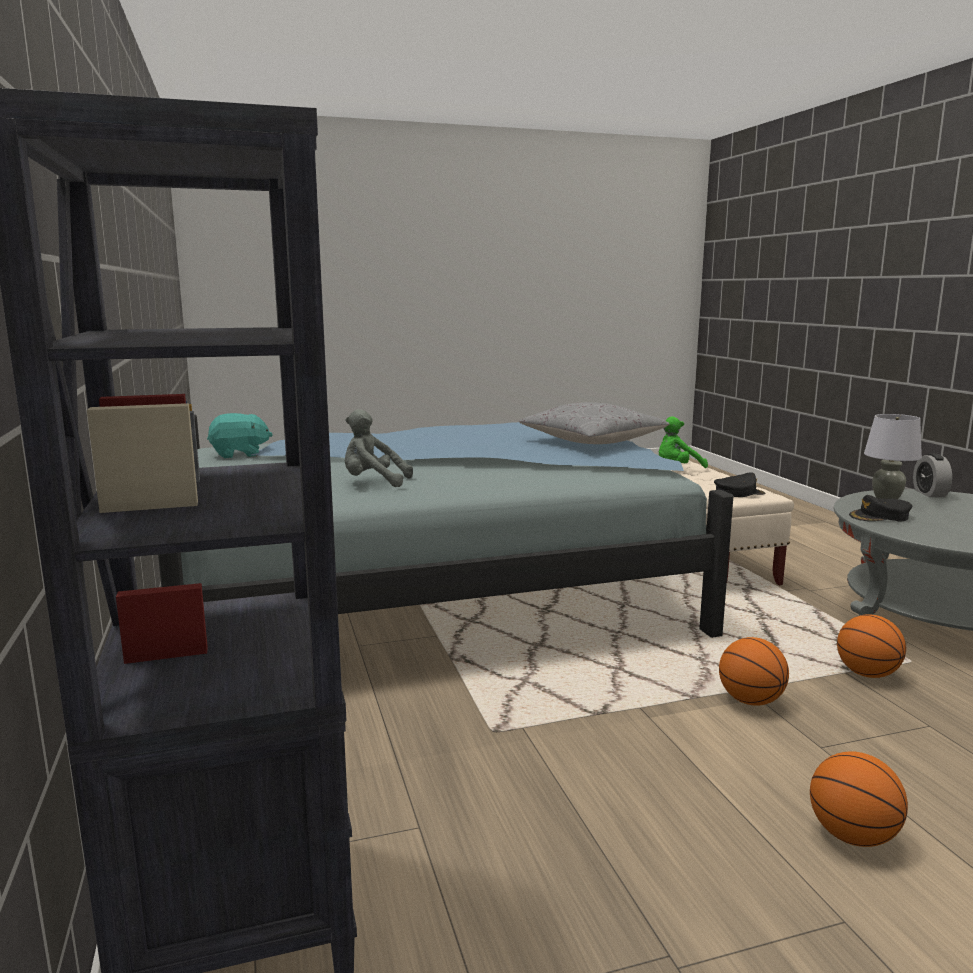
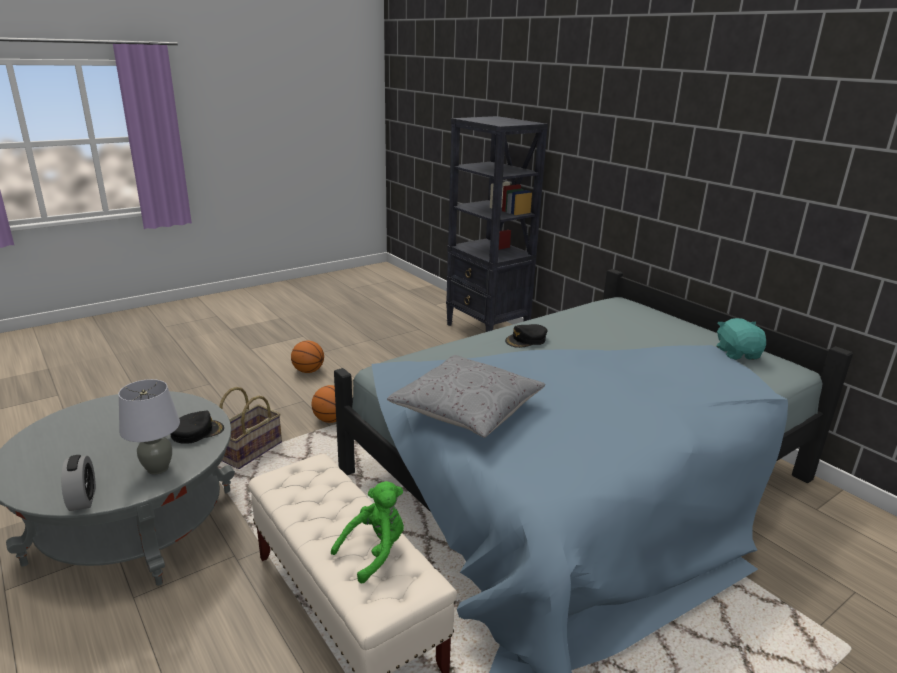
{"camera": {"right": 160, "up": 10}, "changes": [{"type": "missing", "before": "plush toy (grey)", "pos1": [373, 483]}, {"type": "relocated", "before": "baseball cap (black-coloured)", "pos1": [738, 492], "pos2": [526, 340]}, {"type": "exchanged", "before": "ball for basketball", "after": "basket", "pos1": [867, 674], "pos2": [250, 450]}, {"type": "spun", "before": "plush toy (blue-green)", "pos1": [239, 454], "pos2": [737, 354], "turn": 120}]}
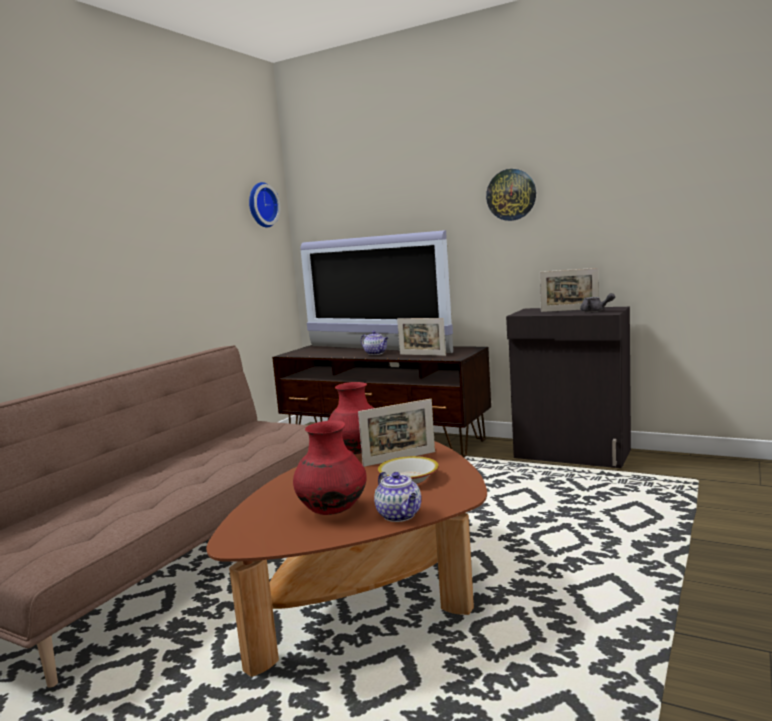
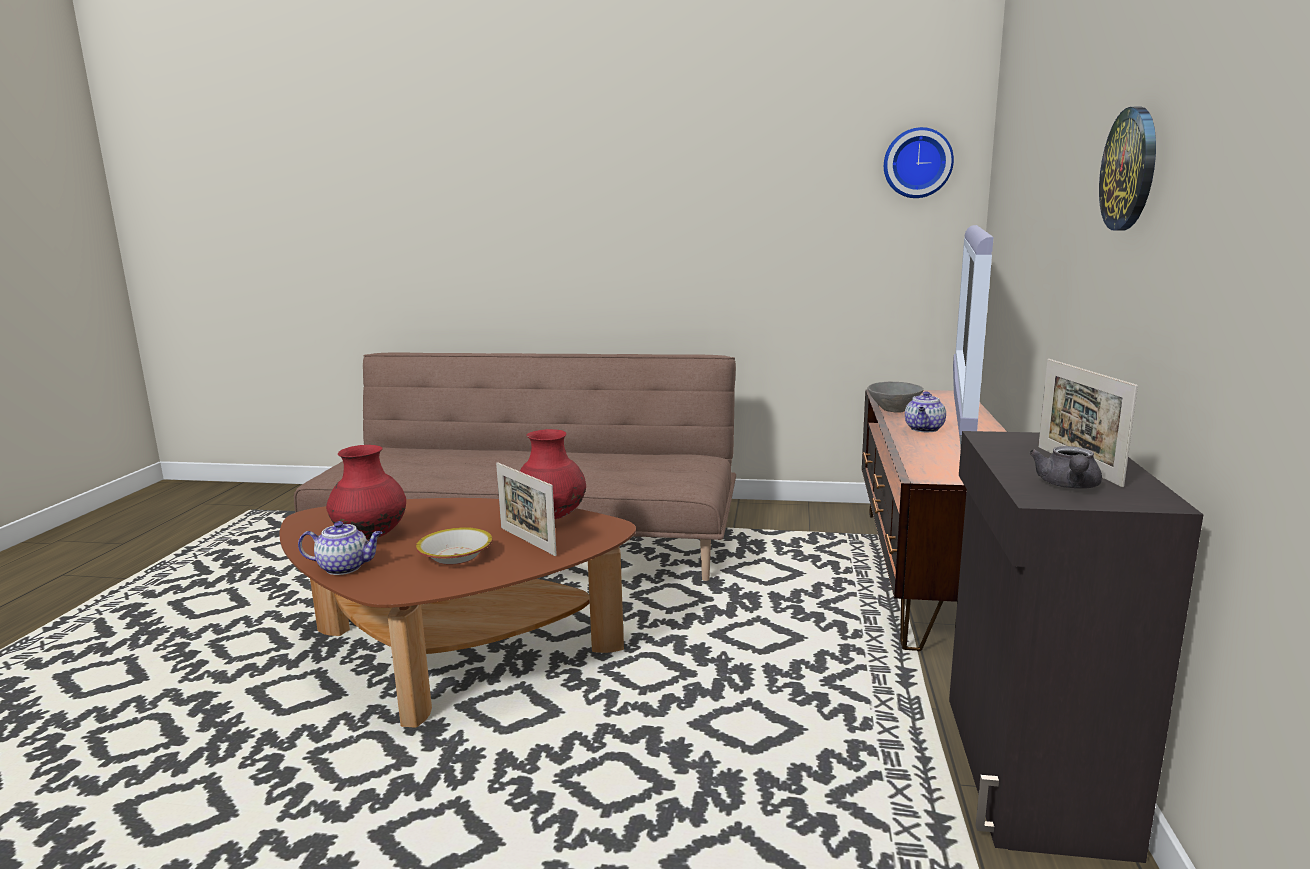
{"camera": {"right": 70, "up": 5}, "changes": [{"type": "missing", "before": "photo frame", "pos1": [422, 355]}, {"type": "appeared", "after": "bowl (grey)", "pos2": [893, 410]}, {"type": "spun", "before": "pot for tea", "pos1": [400, 515], "pos2": [345, 567], "turn": -135}]}
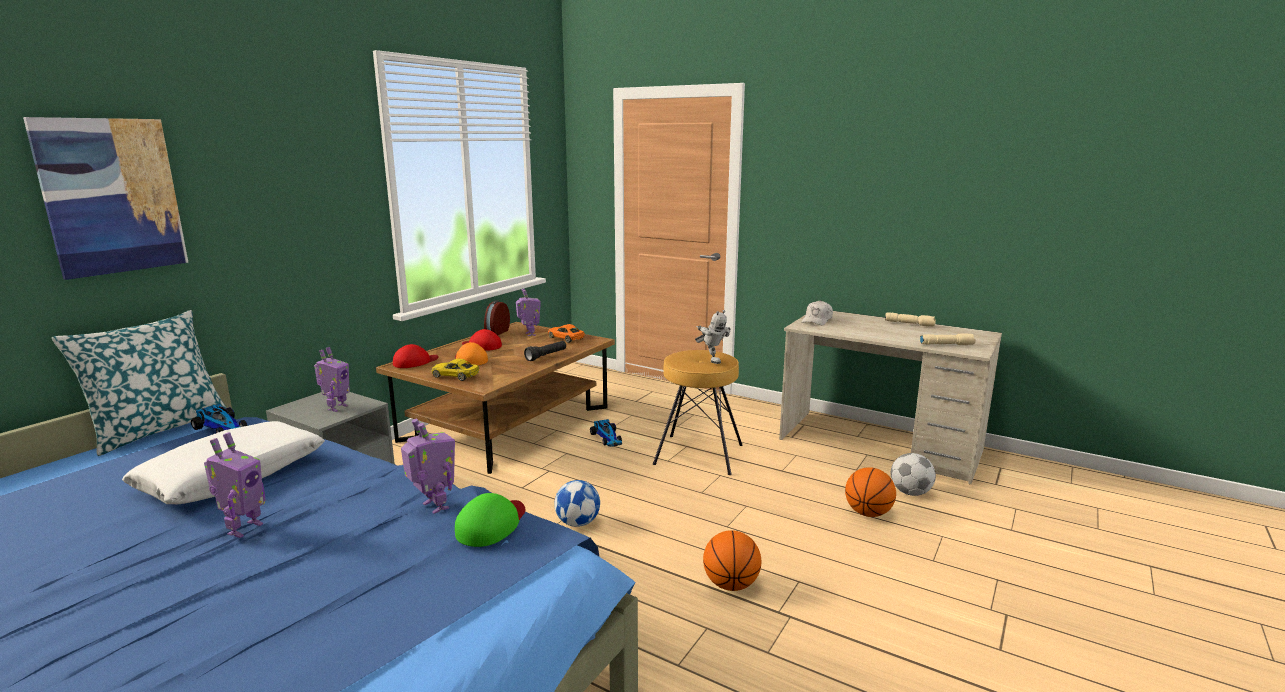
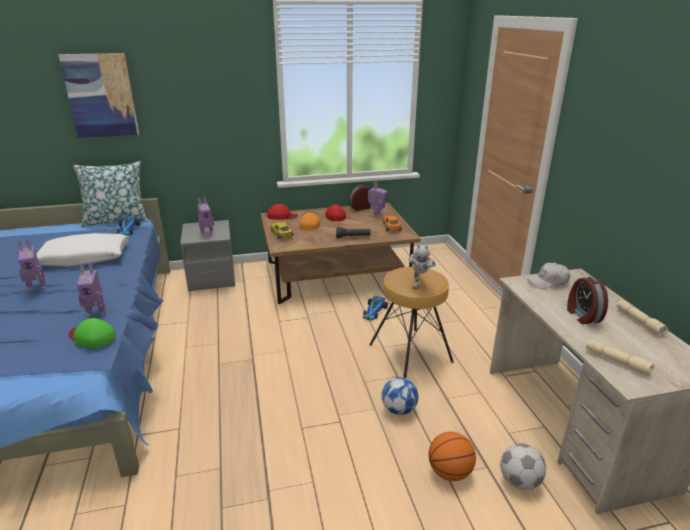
{"camera": {"right": 45, "up": 10}, "changes": [{"type": "missing", "before": "ball for basketball", "pos1": [731, 584]}, {"type": "appeared", "after": "table clock", "pos2": [582, 316]}, {"type": "relocated", "before": "football", "pos1": [578, 523], "pos2": [399, 410]}, {"type": "spun", "before": "model robot", "pos1": [434, 506], "pos2": [97, 313], "turn": 75}, {"type": "spun", "before": "baseball cap (green)", "pos1": [492, 524], "pos2": [91, 337], "turn": -135}]}
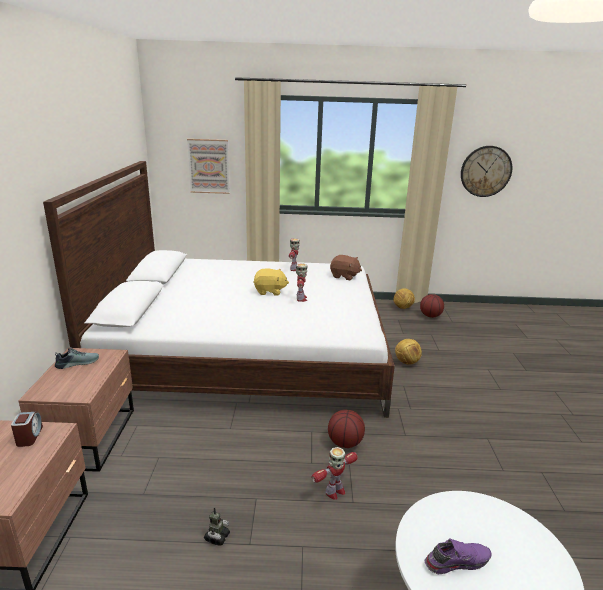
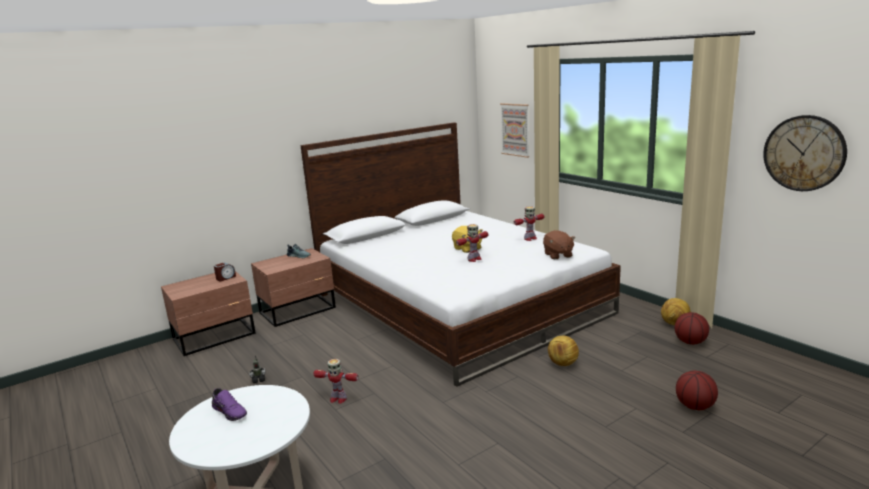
{"camera": {"right": 55, "up": -5}, "changes": [{"type": "relocated", "before": "ball for basketball", "pos1": [345, 443], "pos2": [695, 406]}]}
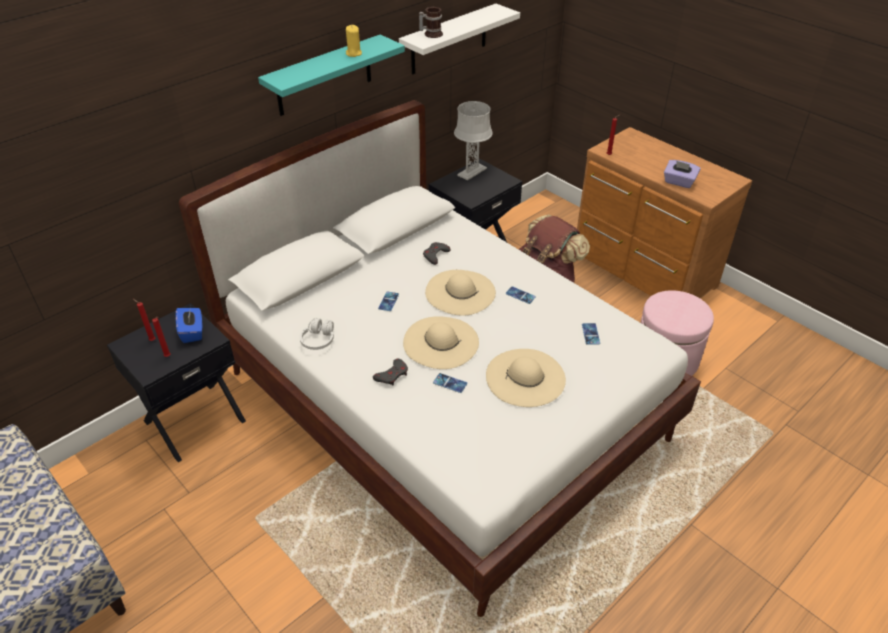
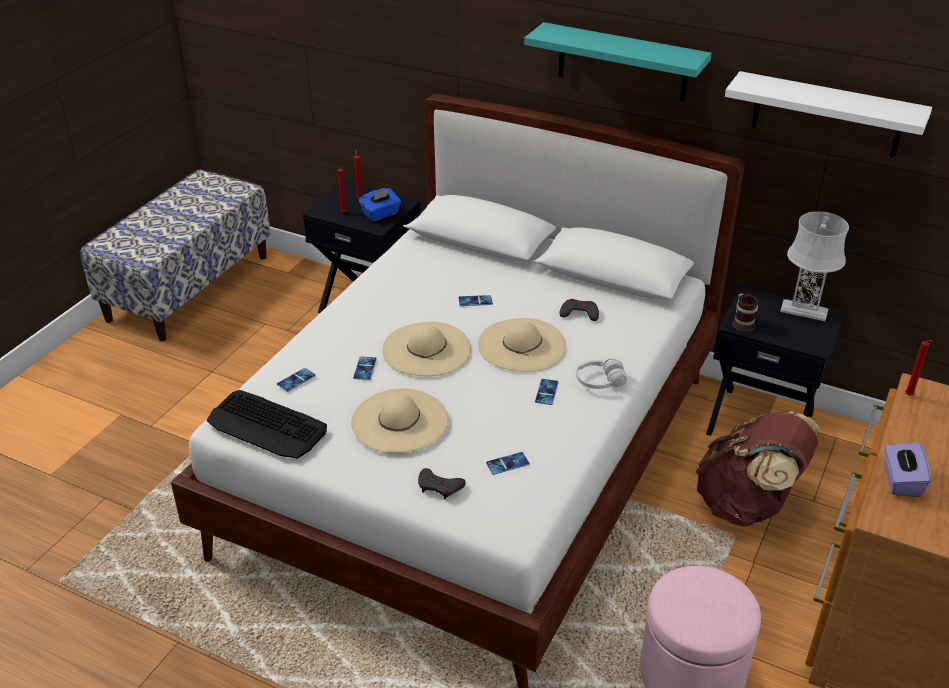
{"camera": {"right": 70, "up": -5}, "changes": [{"type": "missing", "before": "wax light (yellow-coloured)", "pos1": [353, 53]}, {"type": "appeared", "after": "keyboard", "pos2": [267, 426]}, {"type": "appeared", "after": "phone", "pos2": [296, 380]}, {"type": "relocated", "before": "pair of headphones (white)", "pos1": [318, 340], "pos2": [600, 381]}, {"type": "relocated", "before": "game controller (grey)", "pos1": [392, 375], "pos2": [439, 487]}, {"type": "relocated", "before": "mug", "pos1": [431, 33], "pos2": [743, 323]}]}
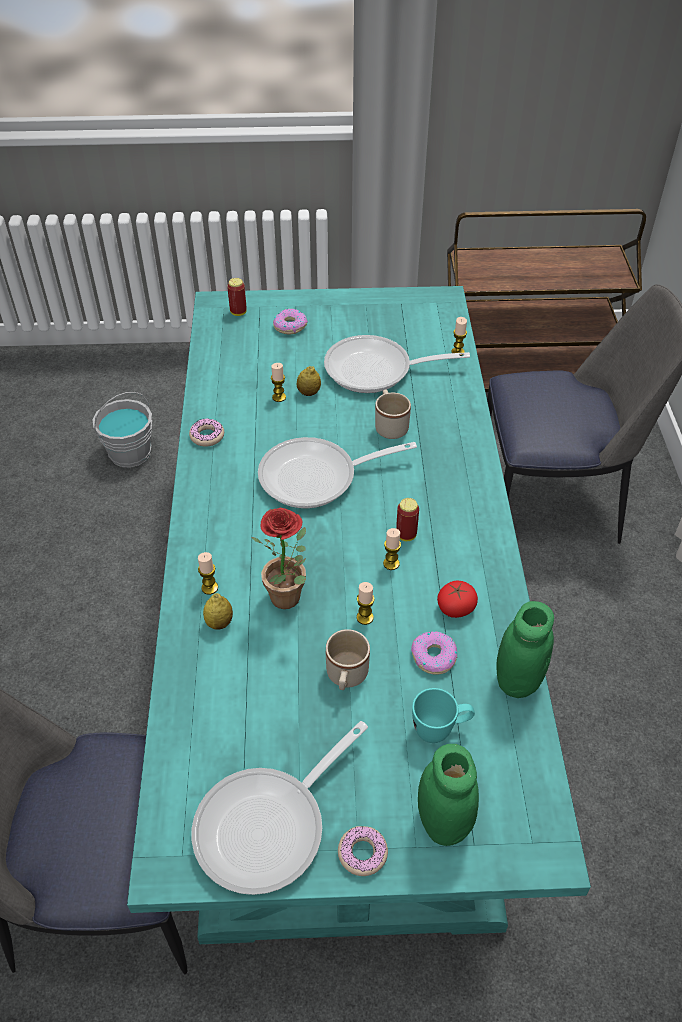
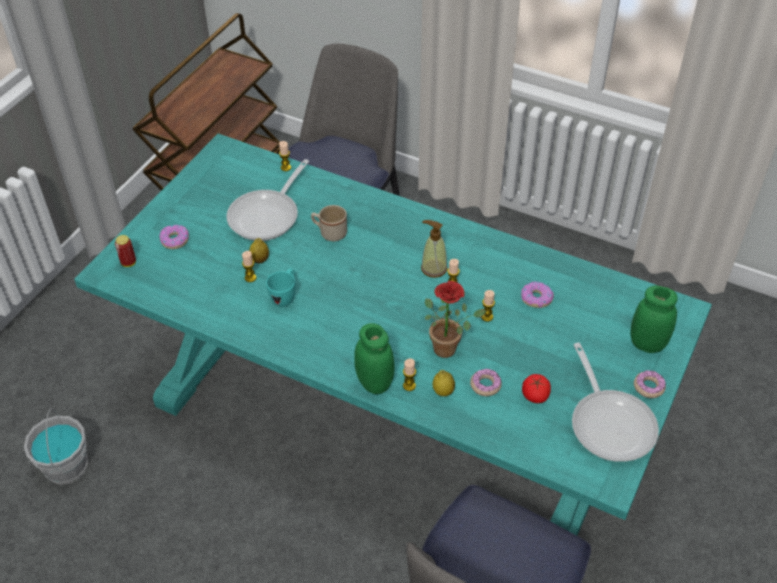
{"camera": {"right": -60, "up": 0}, "changes": [{"type": "missing", "before": "frying pan", "pos1": [317, 478]}, {"type": "missing", "before": "mug (beige-coloured)", "pos1": [346, 677]}, {"type": "relocated", "before": "ring doughnut", "pos1": [207, 436], "pos2": [485, 385]}, {"type": "relocated", "before": "mug (blue-green)", "pos1": [440, 729], "pos2": [285, 297]}, {"type": "relocated", "before": "whole tomato", "pos1": [455, 607], "pos2": [535, 395]}, {"type": "relocated", "before": "preserve jar (green)", "pos1": [517, 680], "pos2": [374, 383]}, {"type": "exchanged", "before": "can", "after": "soap bottle", "pos1": [406, 535], "pos2": [433, 268]}]}
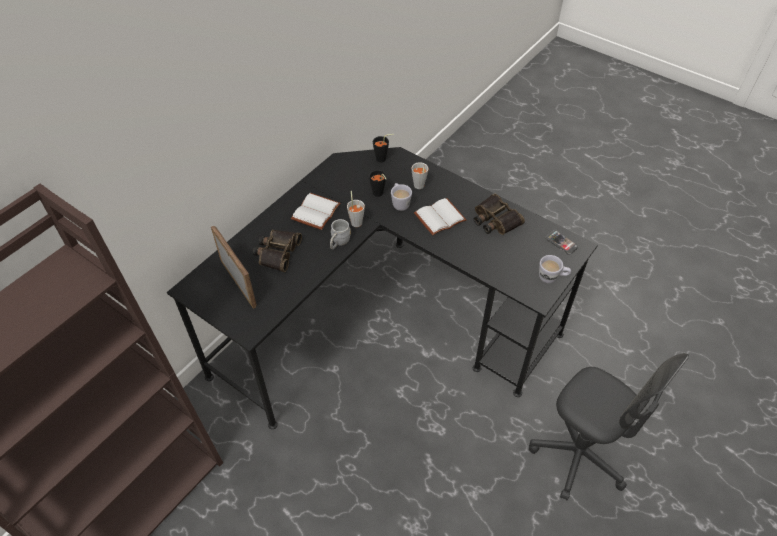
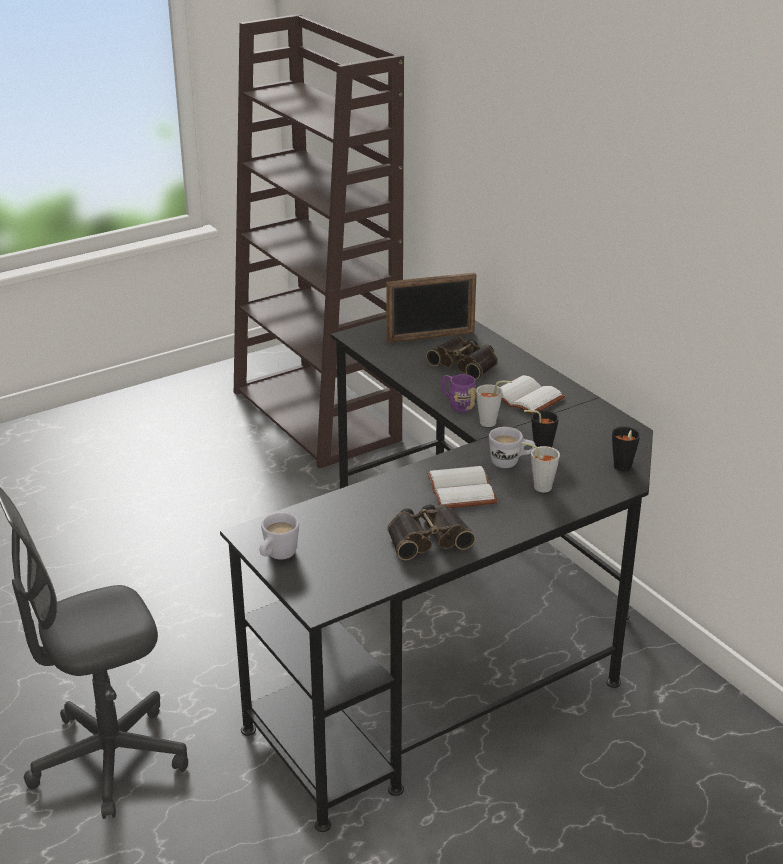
{"camera": {"right": 110, "up": -20}, "changes": [{"type": "missing", "before": "phone", "pos1": [561, 242]}, {"type": "colour", "before": "mug (grey)", "after": "mug (purplish)", "pos1": [339, 243], "pos2": [457, 404]}]}
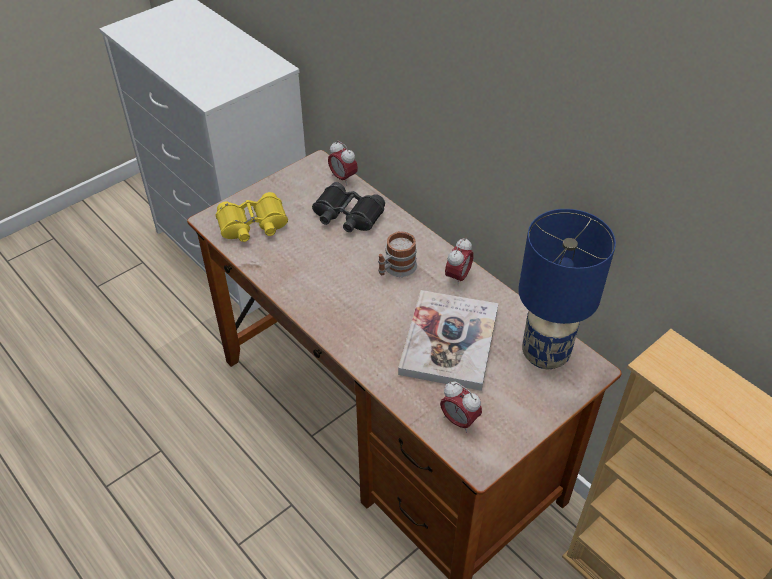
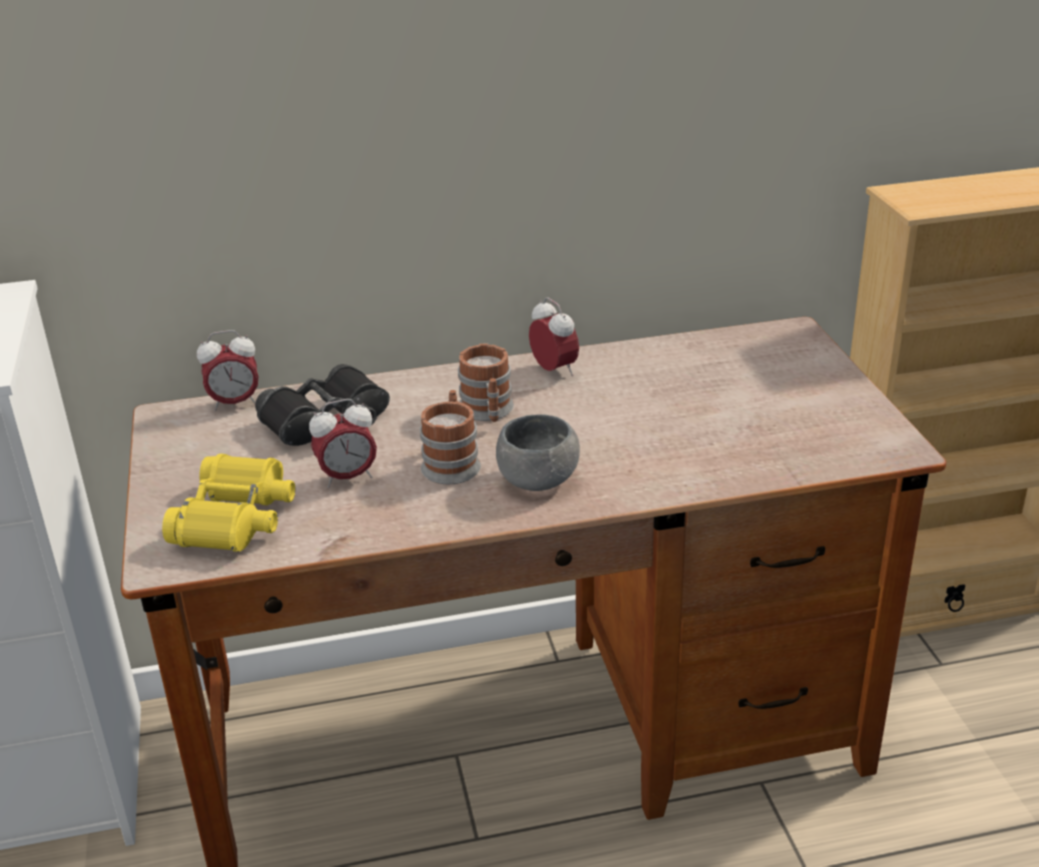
{"camera": {"right": -60, "up": -15}, "changes": [{"type": "missing", "before": "book", "pos1": [449, 341]}, {"type": "missing", "before": "table lamp (blue-coloured)", "pos1": [546, 354]}, {"type": "appeared", "after": "mug", "pos2": [452, 462]}, {"type": "appeared", "after": "bowl (grey)", "pos2": [537, 480]}, {"type": "relocated", "before": "table clock", "pos1": [459, 421], "pos2": [347, 477]}]}
